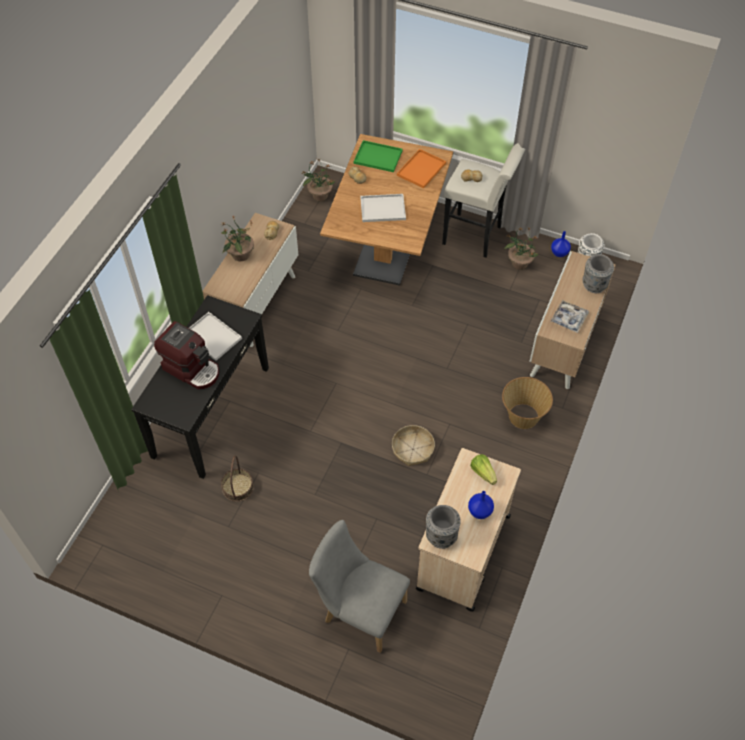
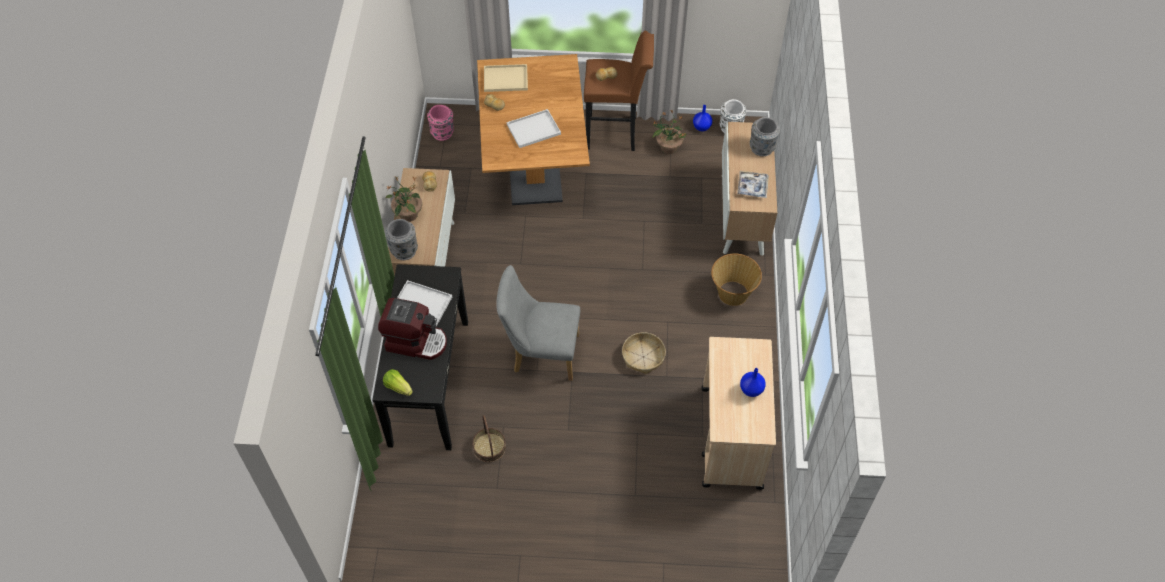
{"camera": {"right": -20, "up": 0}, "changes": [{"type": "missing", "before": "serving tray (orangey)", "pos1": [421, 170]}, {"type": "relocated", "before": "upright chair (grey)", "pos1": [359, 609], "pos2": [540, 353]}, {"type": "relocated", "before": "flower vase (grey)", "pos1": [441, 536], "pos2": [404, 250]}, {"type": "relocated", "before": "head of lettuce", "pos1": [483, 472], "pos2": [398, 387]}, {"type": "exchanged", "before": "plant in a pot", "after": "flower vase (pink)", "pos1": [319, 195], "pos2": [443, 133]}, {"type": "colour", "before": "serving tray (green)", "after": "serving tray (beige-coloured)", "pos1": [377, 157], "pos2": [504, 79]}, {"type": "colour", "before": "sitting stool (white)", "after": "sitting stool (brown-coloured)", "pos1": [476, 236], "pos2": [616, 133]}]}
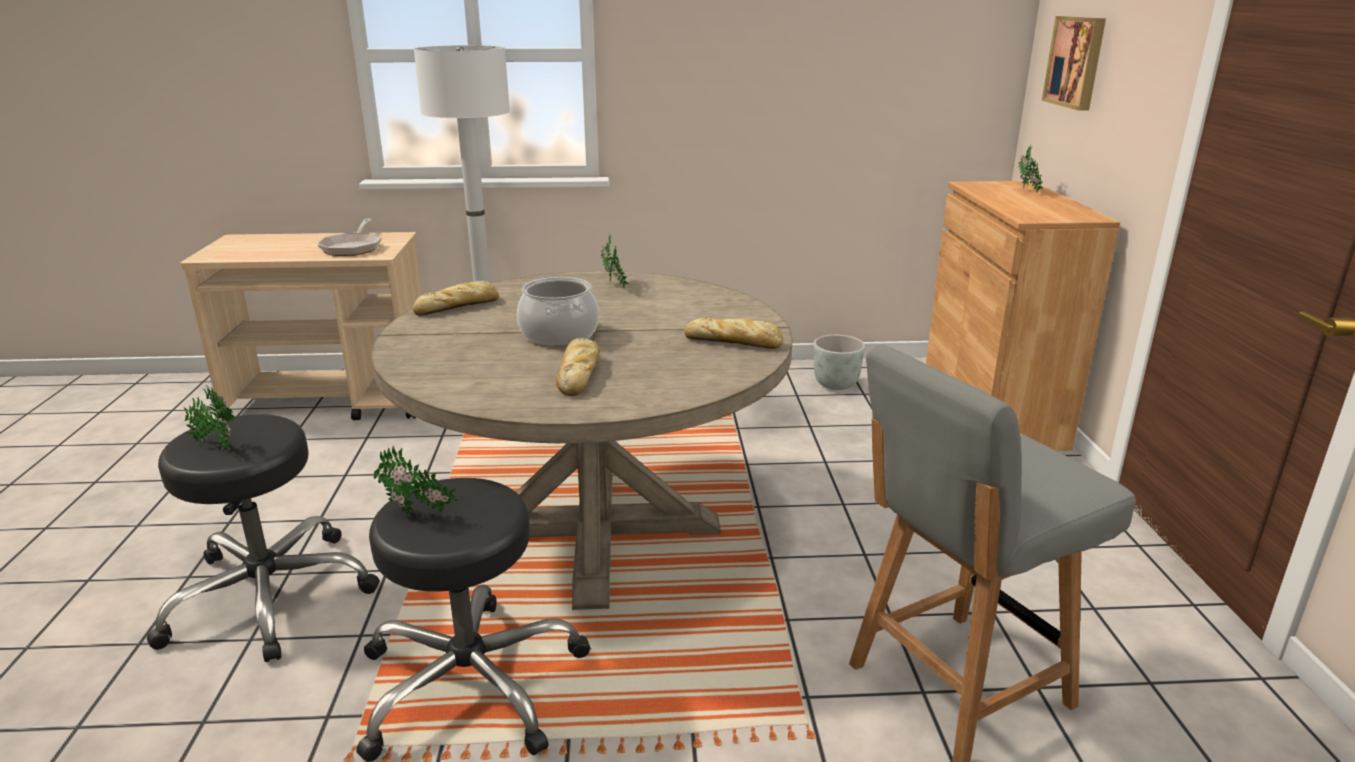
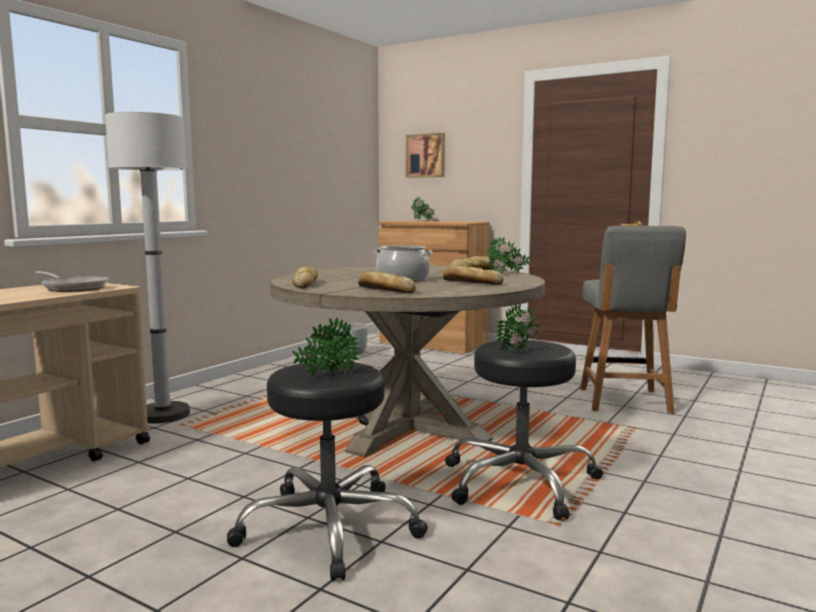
{"camera": {"right": -55, "up": -15}, "changes": [{"type": "appeared", "after": "bread", "pos2": [384, 290]}, {"type": "relocated", "before": "plant in a pot", "pos1": [615, 286], "pos2": [506, 274]}]}
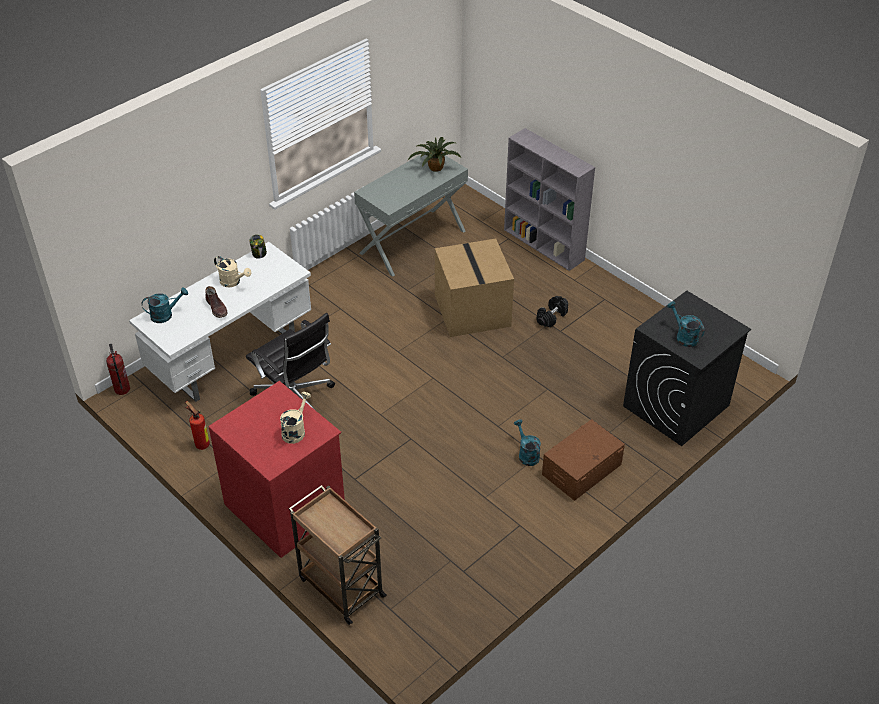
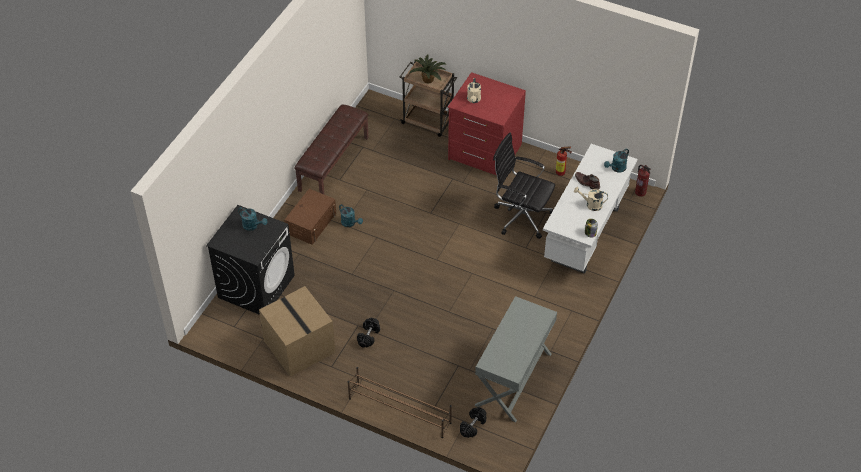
{"camera": {"right": 160, "up": 5}, "changes": [{"type": "appeared", "after": "indoor bench (brown-coloured)", "pos2": [333, 163]}, {"type": "appeared", "after": "hand weight (black-coloured)", "pos2": [473, 426]}, {"type": "relocated", "before": "plant in a pot", "pos1": [434, 168], "pos2": [428, 79]}, {"type": "relocated", "before": "cardboard box", "pos1": [471, 310], "pos2": [300, 346]}, {"type": "exchanged", "before": "bookcase (grey)", "after": "shoe stand (brown-coloured)", "pos1": [544, 245], "pos2": [399, 410]}]}
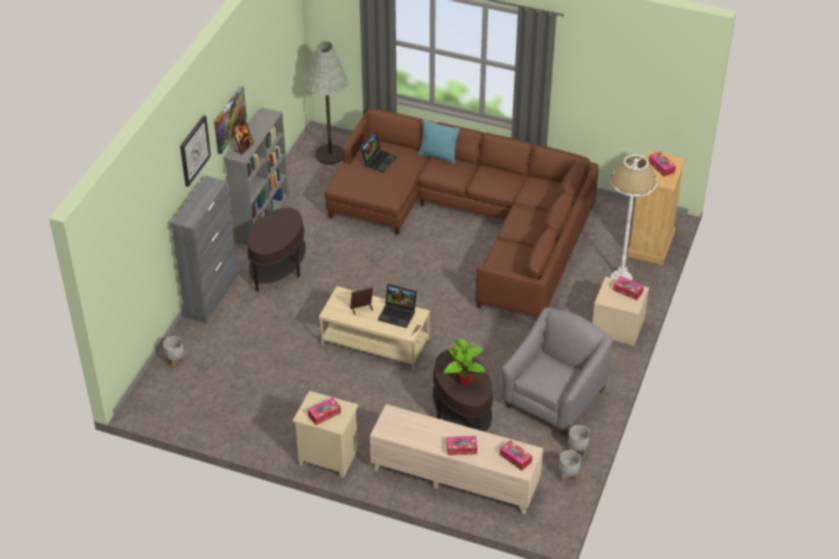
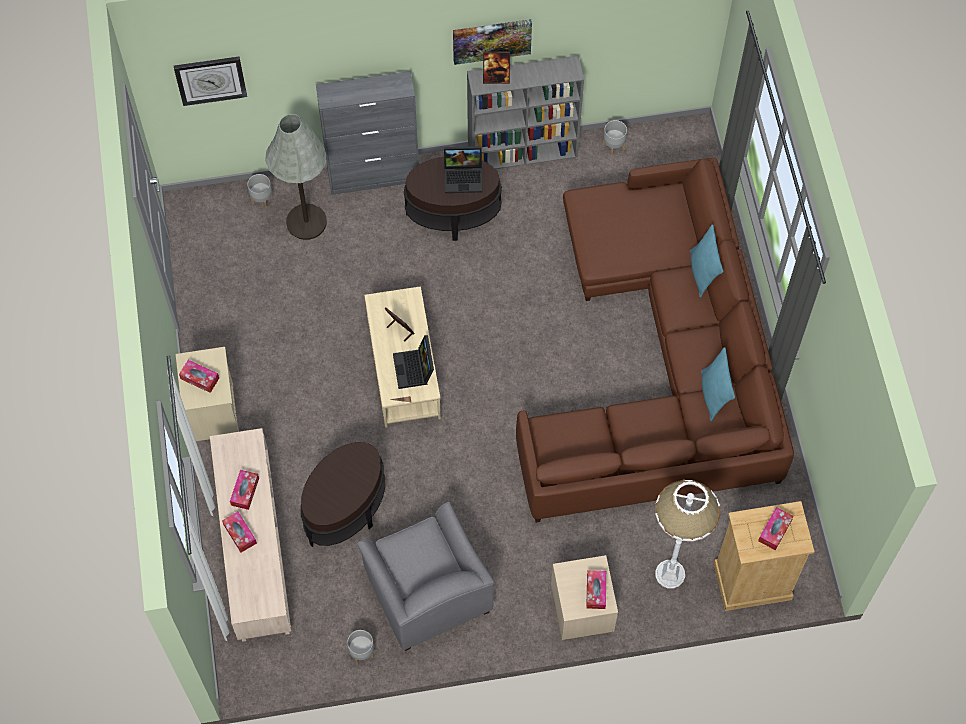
{"camera": {"right": 60, "up": 20}, "changes": [{"type": "missing", "before": "plant in a pot", "pos1": [464, 379]}, {"type": "appeared", "after": "throw pillow (blue-green)", "pos2": [713, 395]}, {"type": "relocated", "before": "hanging clock", "pos1": [194, 150], "pos2": [210, 79]}, {"type": "relocated", "before": "floor lamp (grey)", "pos1": [330, 155], "pos2": [306, 222]}, {"type": "relocated", "before": "notebook computer", "pos1": [378, 159], "pos2": [464, 176]}, {"type": "relocated", "before": "box of tissues", "pos1": [515, 458], "pos2": [245, 491]}, {"type": "relocated", "before": "flower pot (grey)", "pos1": [568, 476], "pos2": [614, 146]}, {"type": "spun", "before": "easy chair (grey)", "pos1": [554, 398], "pos2": [426, 591], "turn": 60}]}
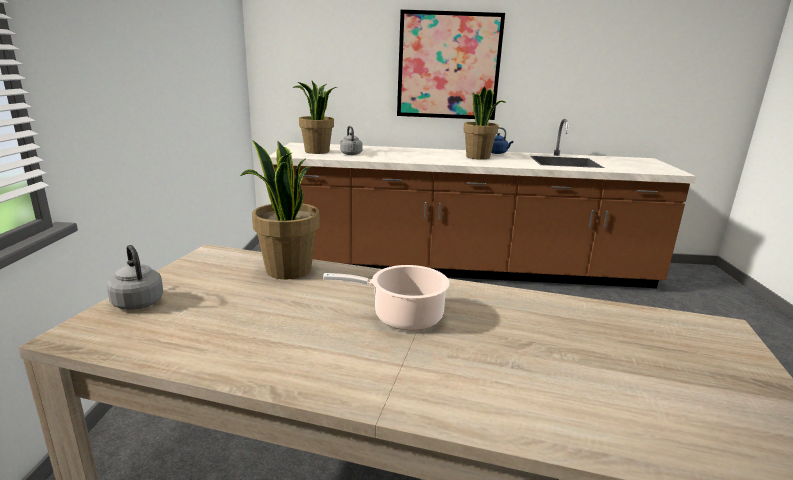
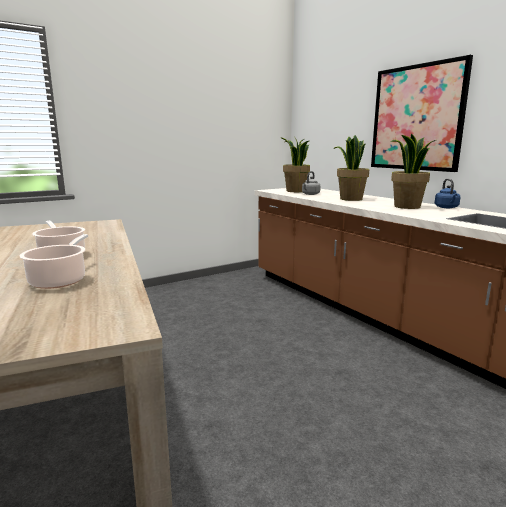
{"camera": {"right": 55, "up": -5}, "changes": [{"type": "missing", "before": "tea kettle (grey)", "pos1": [137, 301]}, {"type": "appeared", "after": "stockpot", "pos2": [60, 280]}, {"type": "relocated", "before": "plant in a pot", "pos1": [287, 270], "pos2": [350, 199]}]}
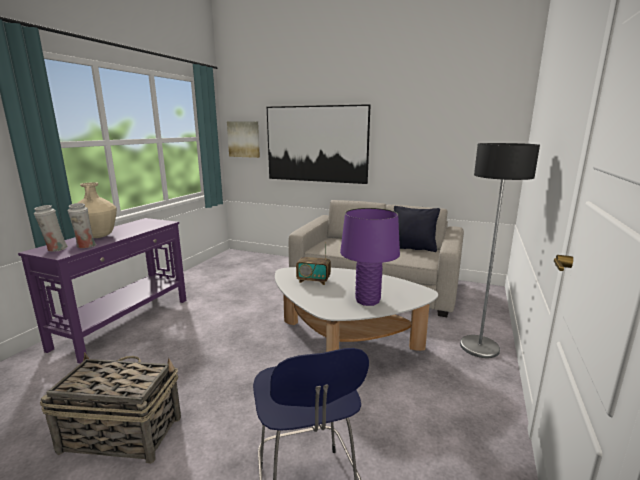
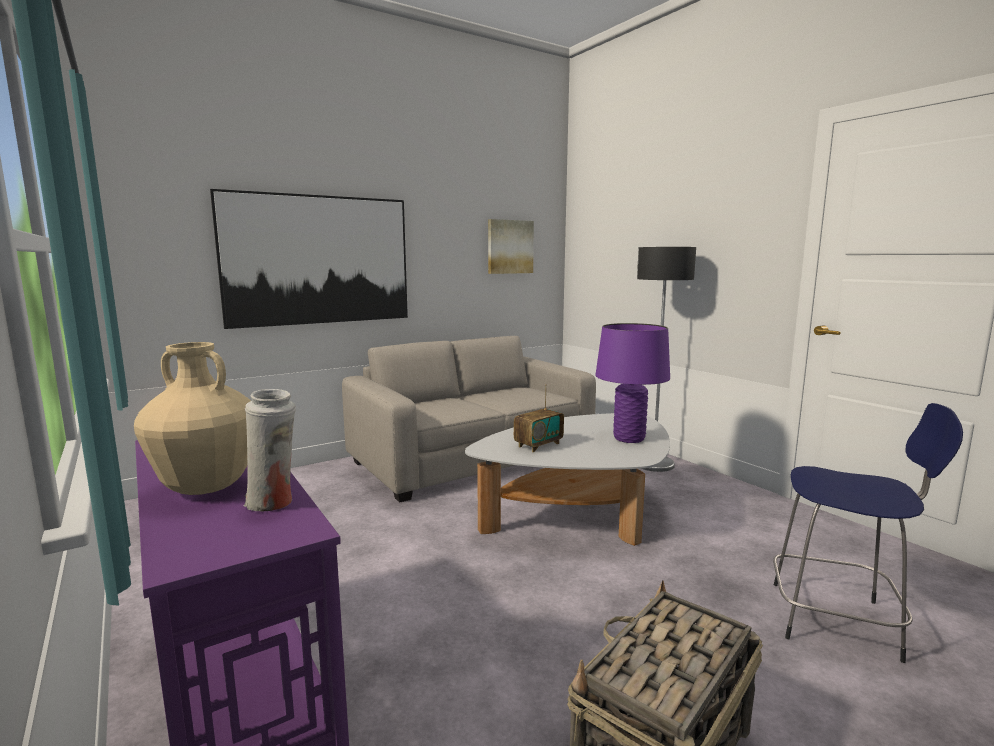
{"camera": {"right": -55, "up": -5}, "changes": [{"type": "missing", "before": "flower vase (white)", "pos1": [55, 249]}, {"type": "missing", "before": "throw pillow (black-coloured)", "pos1": [413, 248]}, {"type": "relocated", "before": "picture", "pos1": [244, 139], "pos2": [509, 247]}]}
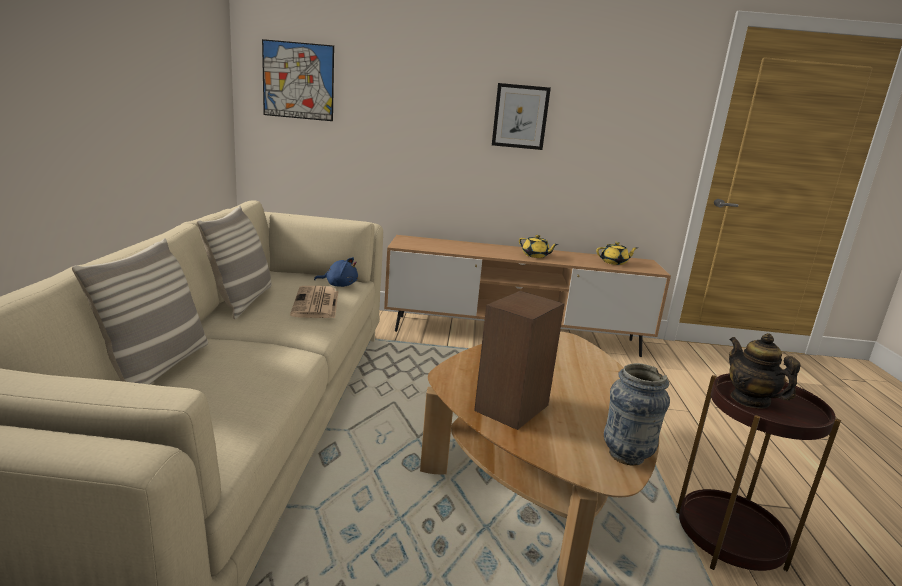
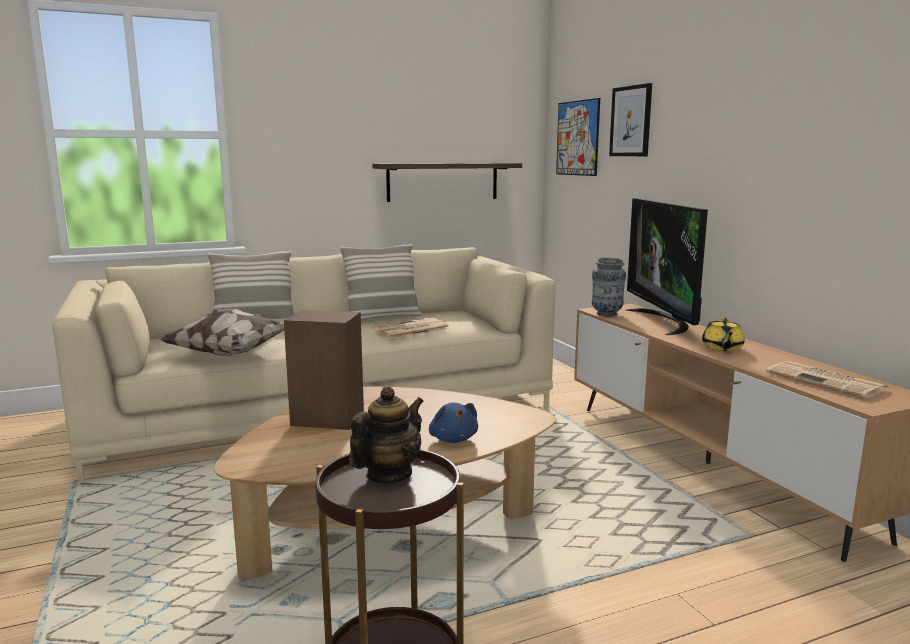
{"camera": {"right": 65, "up": -5}, "changes": [{"type": "appeared", "after": "throw pillow", "pos2": [230, 354]}, {"type": "appeared", "after": "wall shelf", "pos2": [443, 181]}, {"type": "appeared", "after": "TV set", "pos2": [664, 321]}, {"type": "relocated", "before": "plush toy (blue-coloured)", "pos1": [339, 285], "pos2": [453, 439]}, {"type": "relocated", "before": "picture", "pos1": [520, 116], "pos2": [631, 121]}, {"type": "relocated", "before": "flower vase", "pos1": [626, 455], "pos2": [606, 314]}, {"type": "exchanged", "before": "pot for tea (yellow-coloured)", "after": "daily paper", "pos1": [614, 262], "pos2": [827, 381]}]}
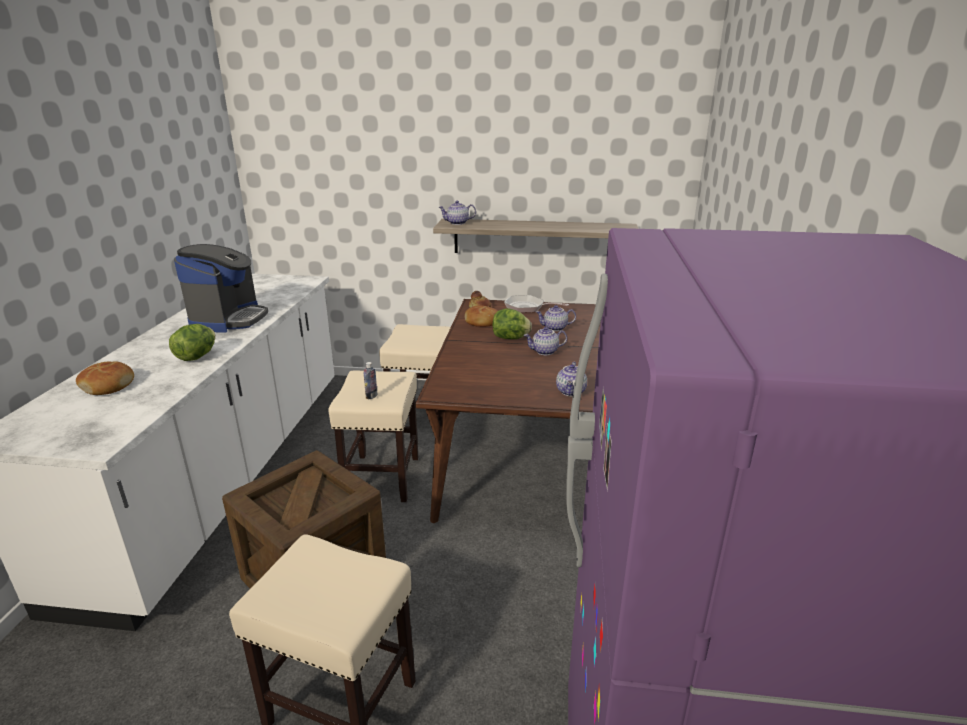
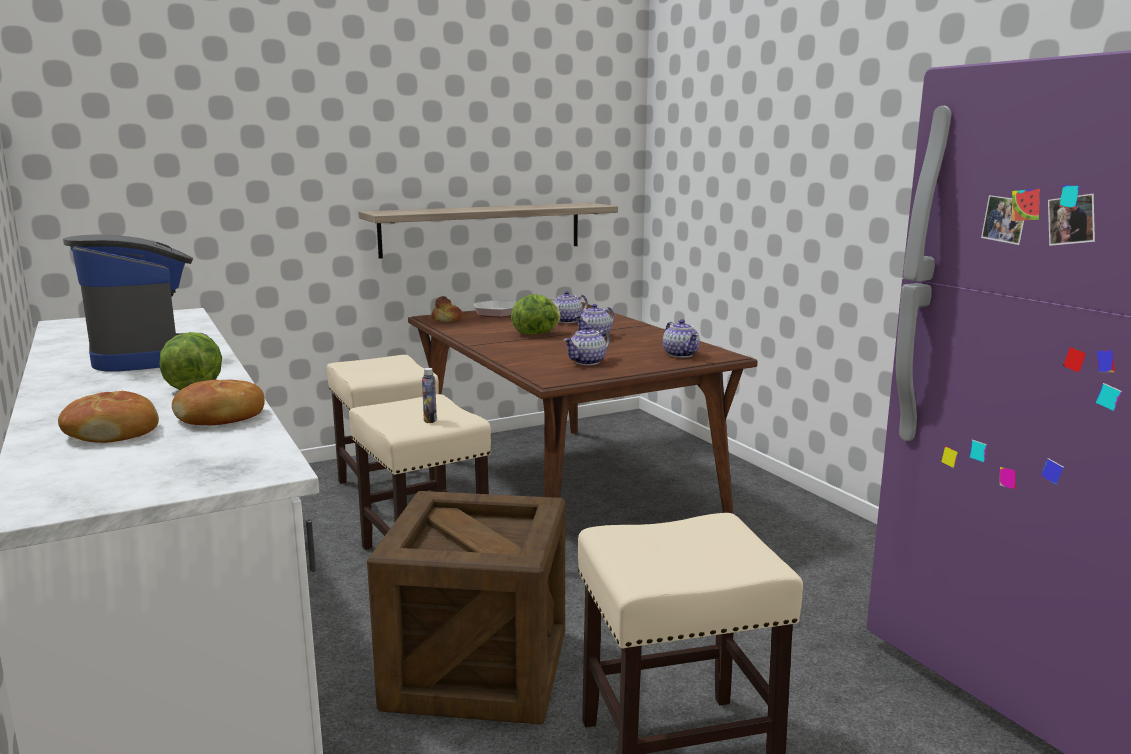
{"camera": {"right": -35, "up": -10}, "changes": [{"type": "relocated", "before": "pot for tea", "pos1": [457, 223], "pos2": [587, 362]}, {"type": "relocated", "before": "bread", "pos1": [482, 322], "pos2": [221, 417]}]}
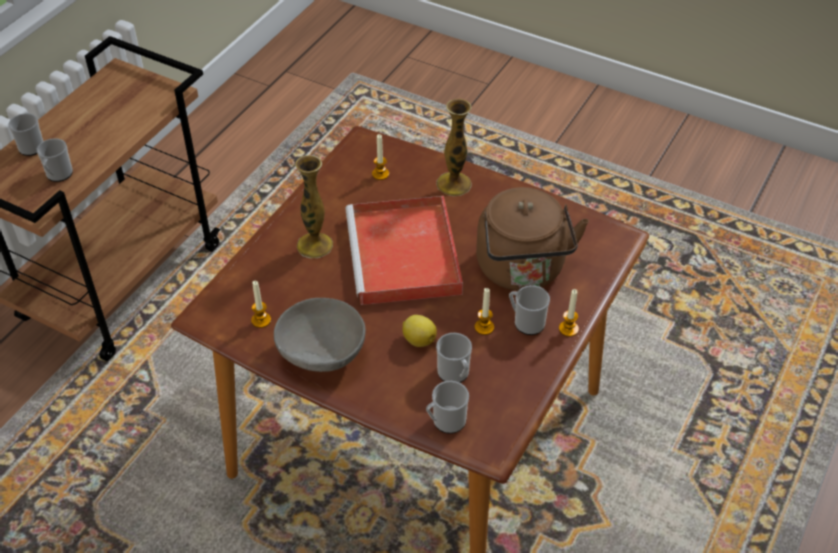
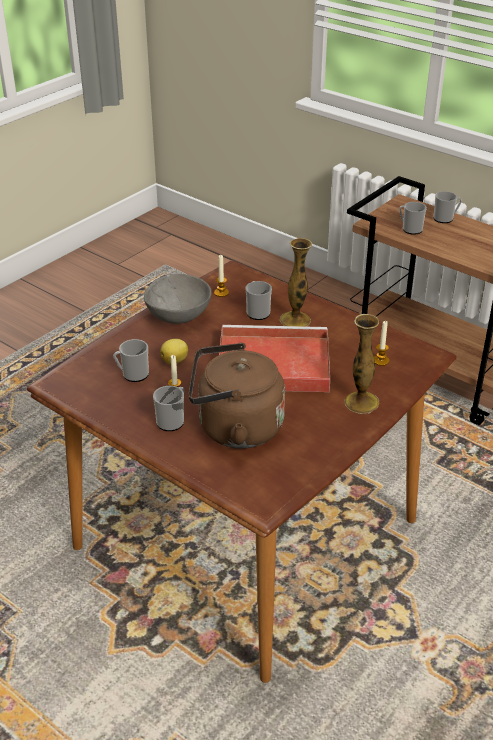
{"camera": {"right": 100, "up": -10}, "changes": [{"type": "missing", "before": "wax light", "pos1": [568, 329]}, {"type": "relocated", "before": "mug", "pos1": [446, 422], "pos2": [257, 312]}]}
